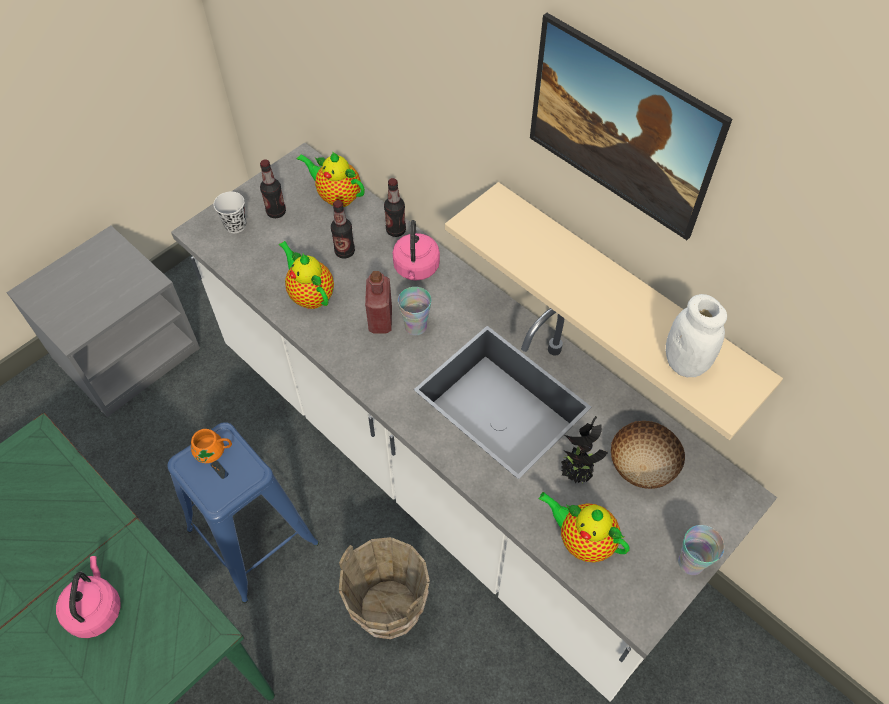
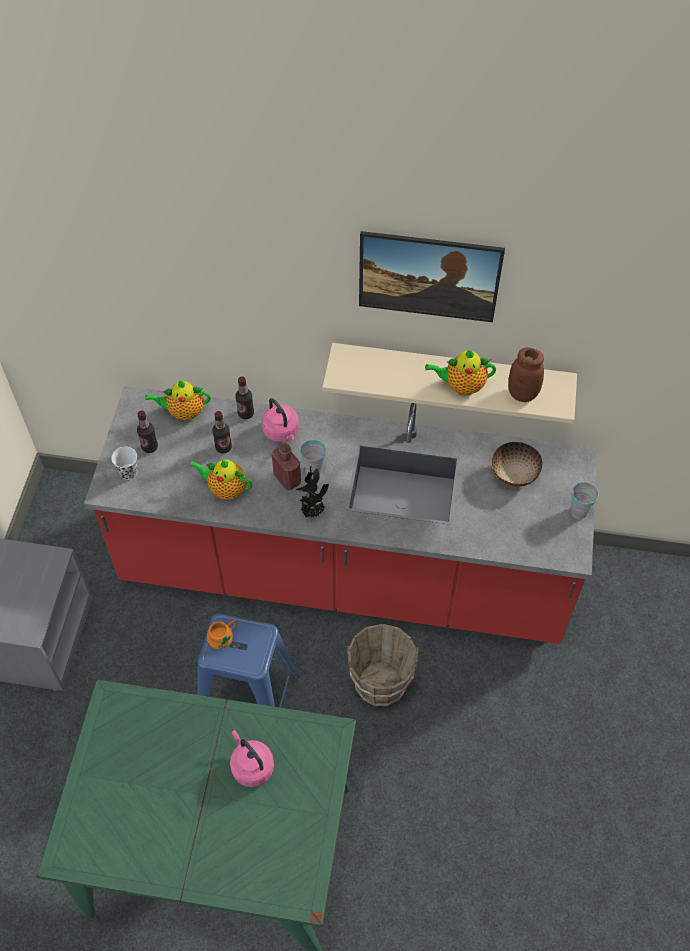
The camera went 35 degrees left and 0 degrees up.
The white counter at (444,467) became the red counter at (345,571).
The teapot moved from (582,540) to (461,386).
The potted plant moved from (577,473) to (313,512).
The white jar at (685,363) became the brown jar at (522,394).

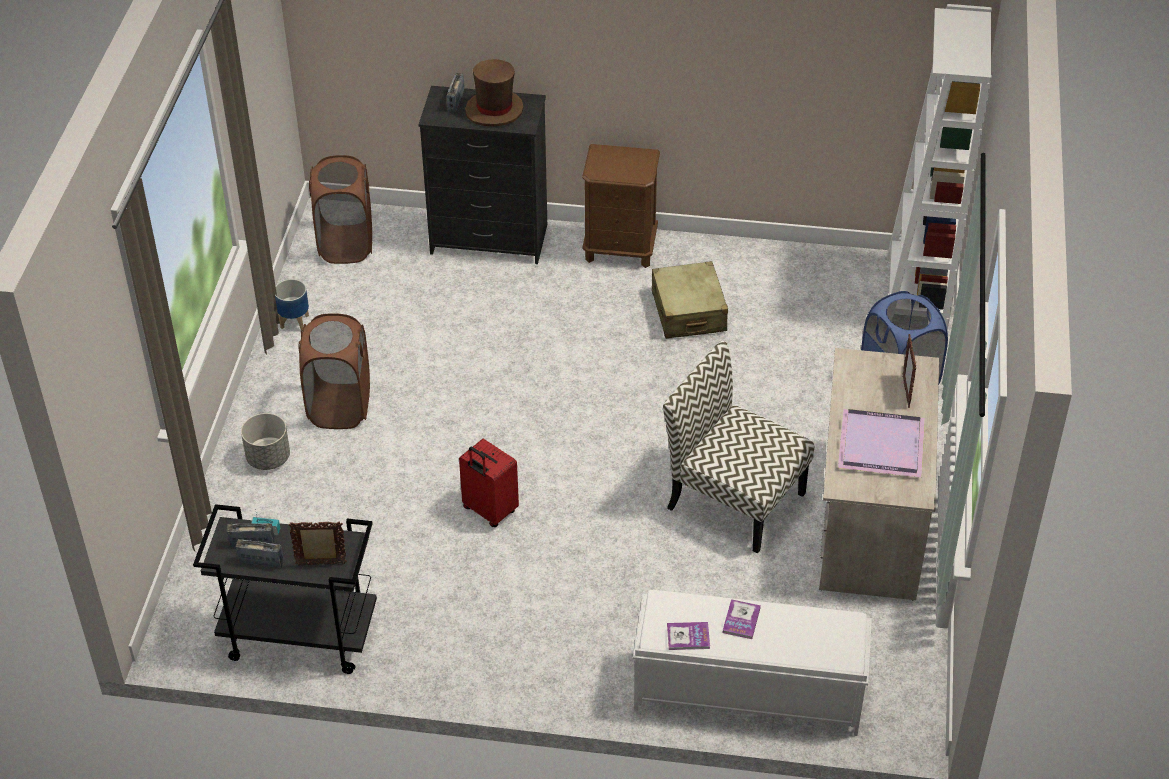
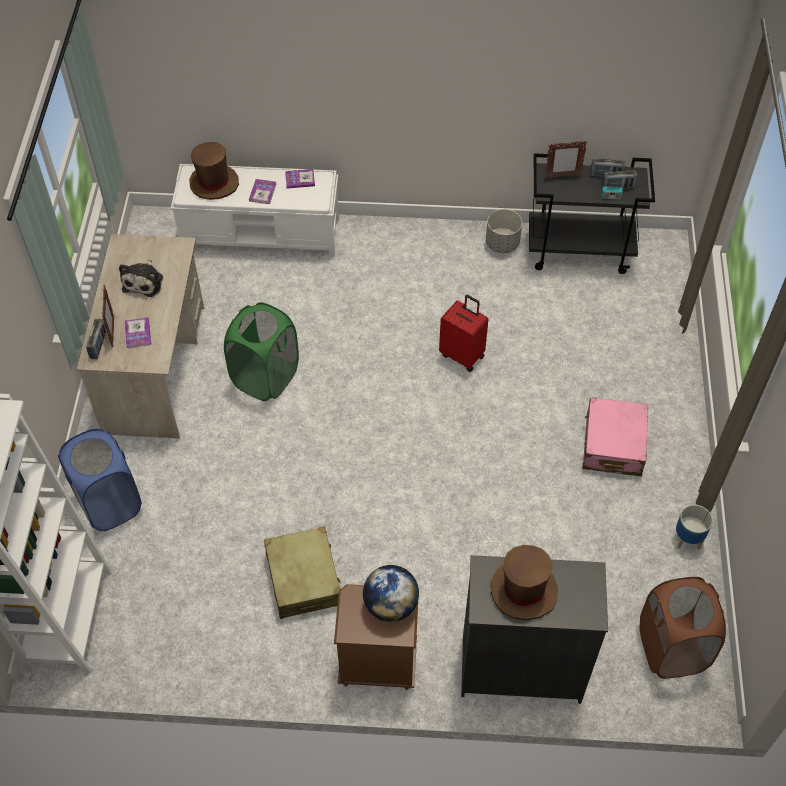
The camera went 175 degrees right and 10 degrees up.
The grey planter moved from (268,458) to (502,243).
The brown laundry basket at (339,407) was replaced by the pink suitcase at (613,445).
The radio moved from (456,101) to (98,345).
The chair at (733,500) was replaced by the green laundry basket at (265,377).
The purple tray at (879,446) was replaced by the plush toy at (144,281).
The book at (138,333) appeared.
The brown hat at (214,183) appeared.
The globe at (391,605) appeared.

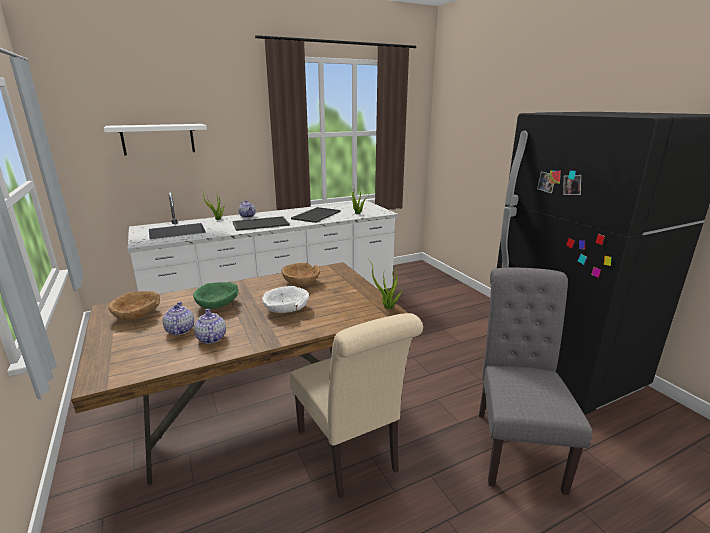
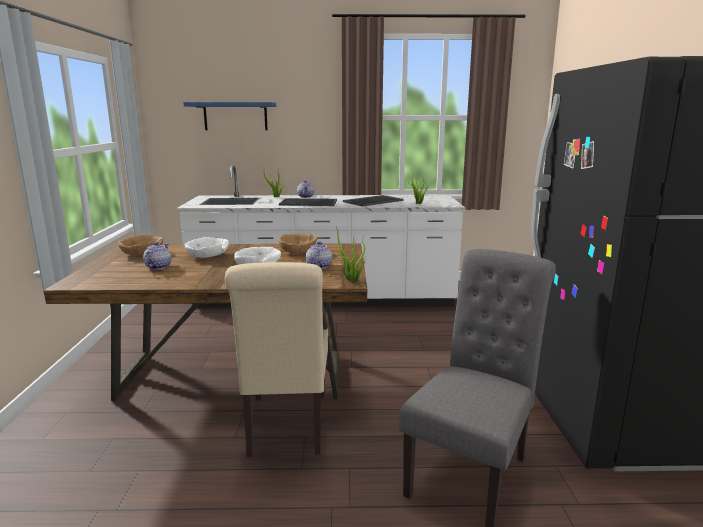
The camera went 25 degrees right and 5 degrees down.
The white shelf at (158,139) became the blue shelf at (235,116).
The green bowl at (217,304) became the white bowl at (207,256).
The teapot moved from (211,338) to (318,266).

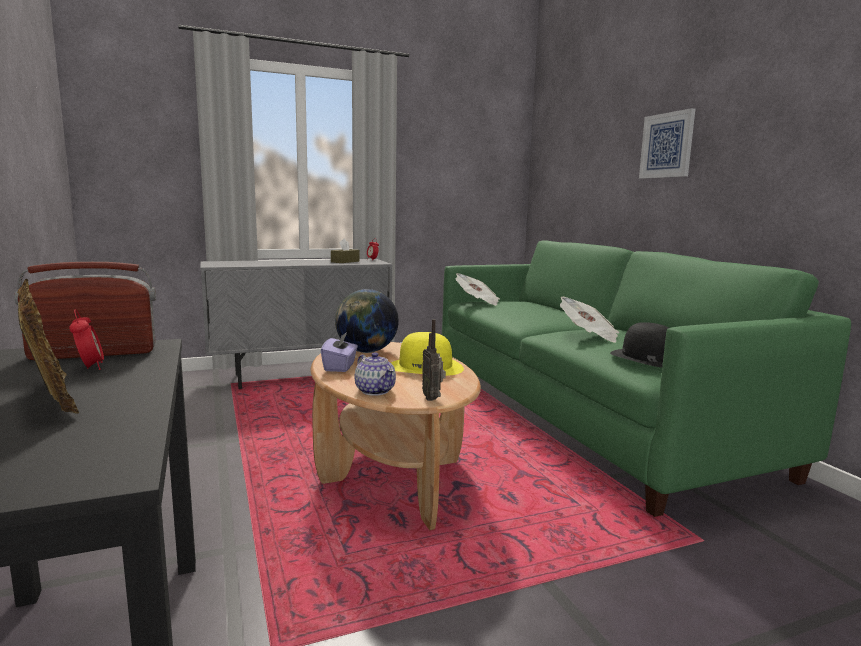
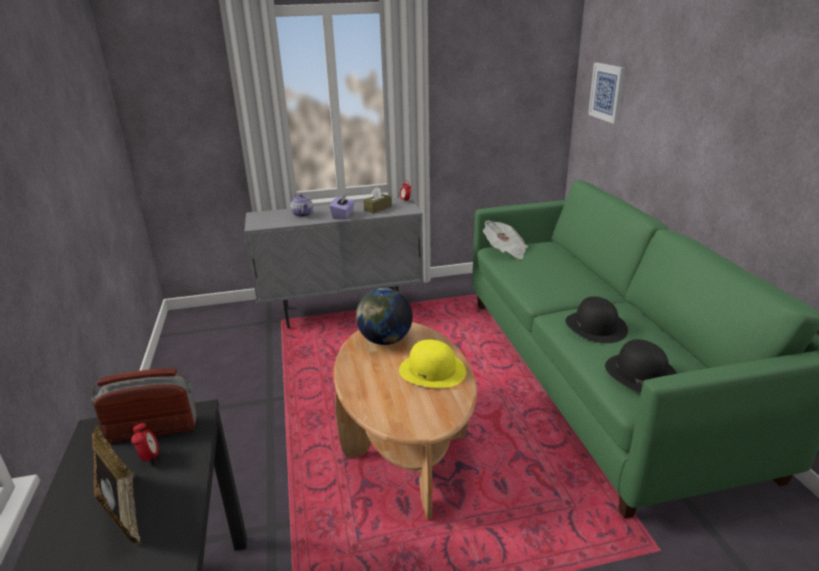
The camera went 10 degrees right and 15 degrees up.
The purple tissue box moved from (340,367) to (343,215).
The teapot moved from (375,391) to (302,214).
The radio at (433,398) disappeared.
The newspaper at (588,336) was replaced by the black hat at (596,326).
The picture moved from (667,145) to (607,92).

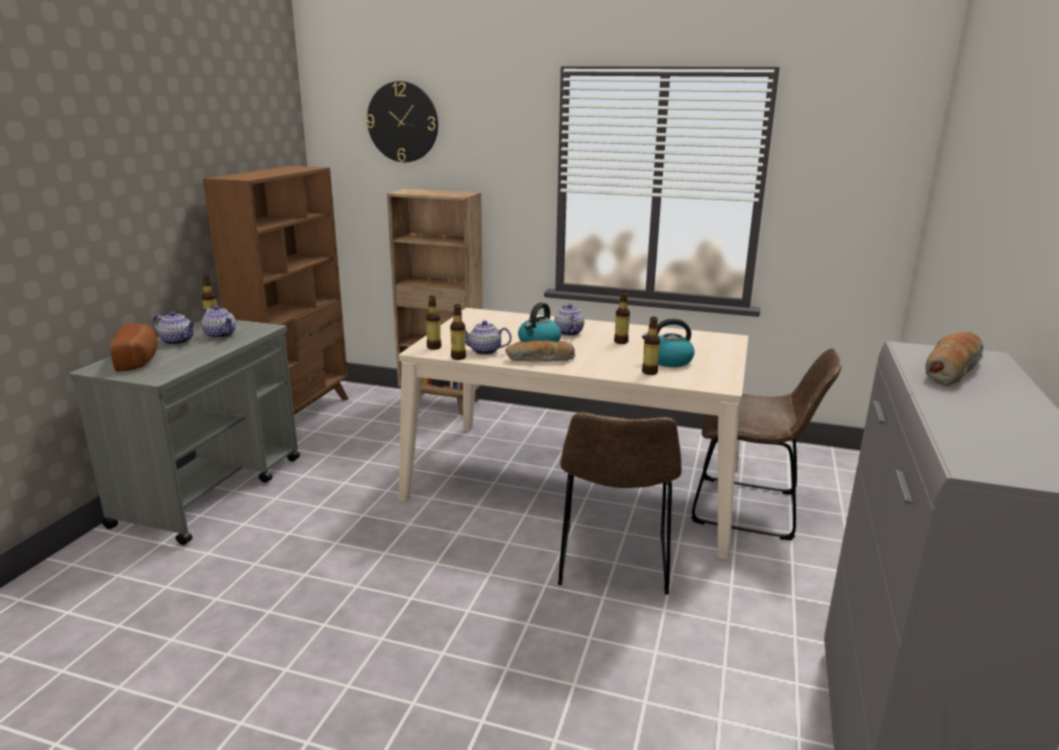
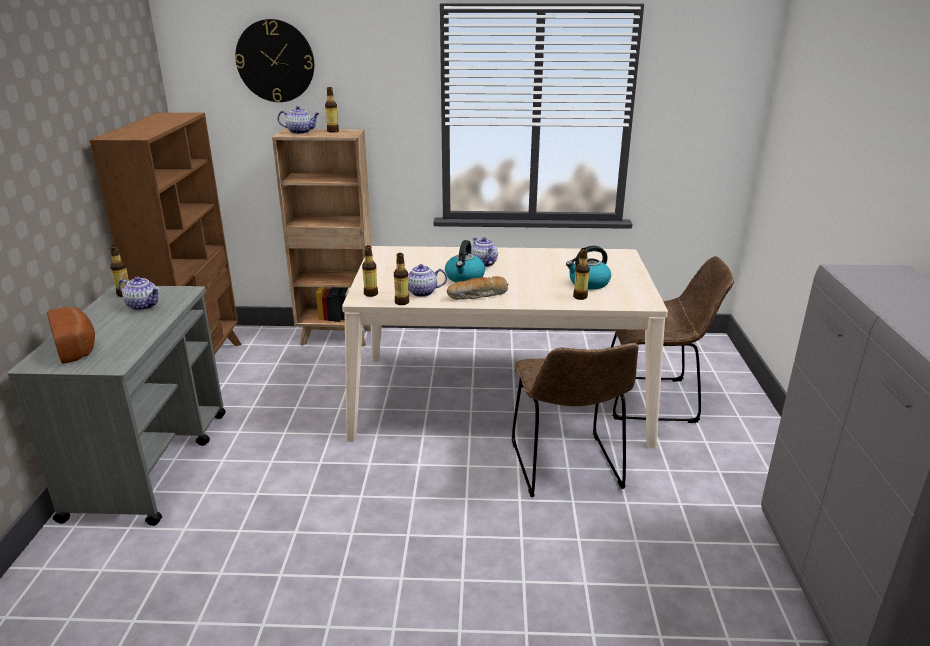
The camera went 15 degrees left and 5 degrees up.
The teapot moved from (178,341) to (300,132).
The bottle moved from (621,342) to (333,131).
The bread at (951,369) disappeared.

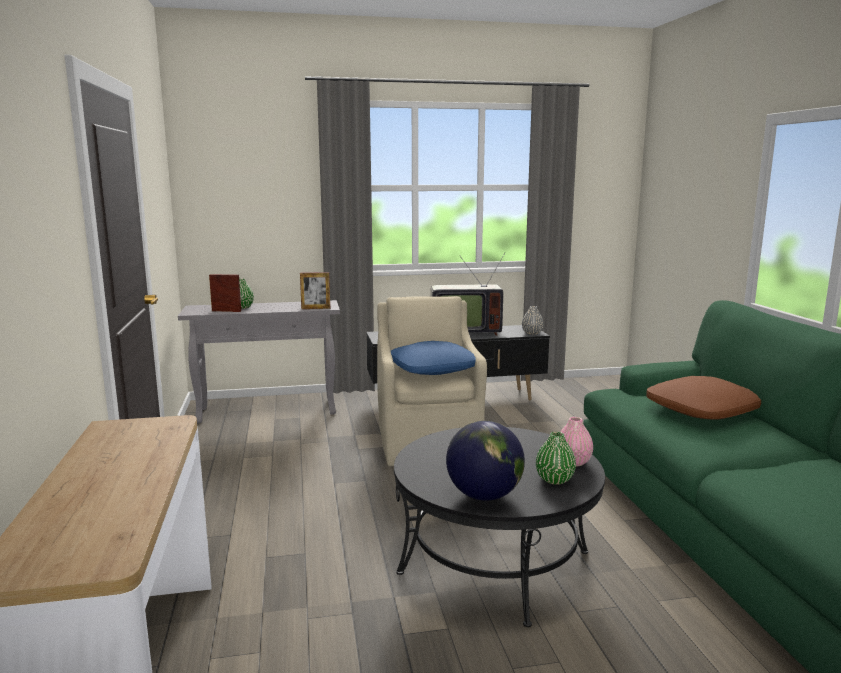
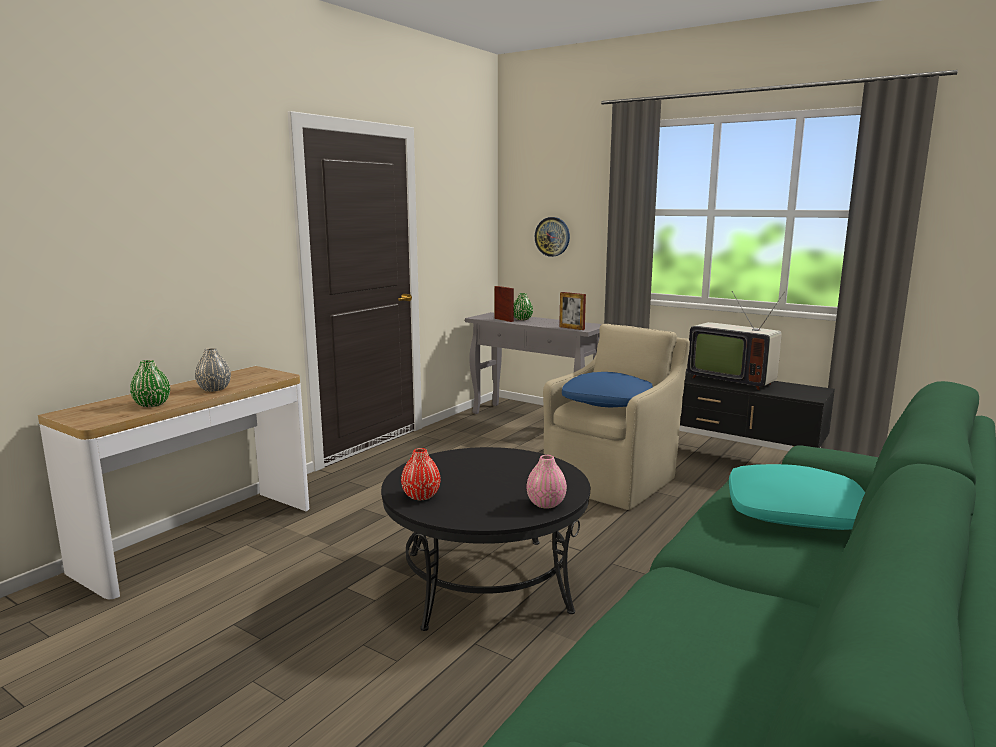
The camera went 45 degrees right and 0 degrees up.
The globe at (484,496) was replaced by the red vase at (421,496).
The grey vase moved from (532,333) to (214,389).
The green vase moved from (554,479) to (152,404).
The brown pillow at (702,410) became the turquoise pillow at (794,513).
The wall clock at (552,236) appeared.

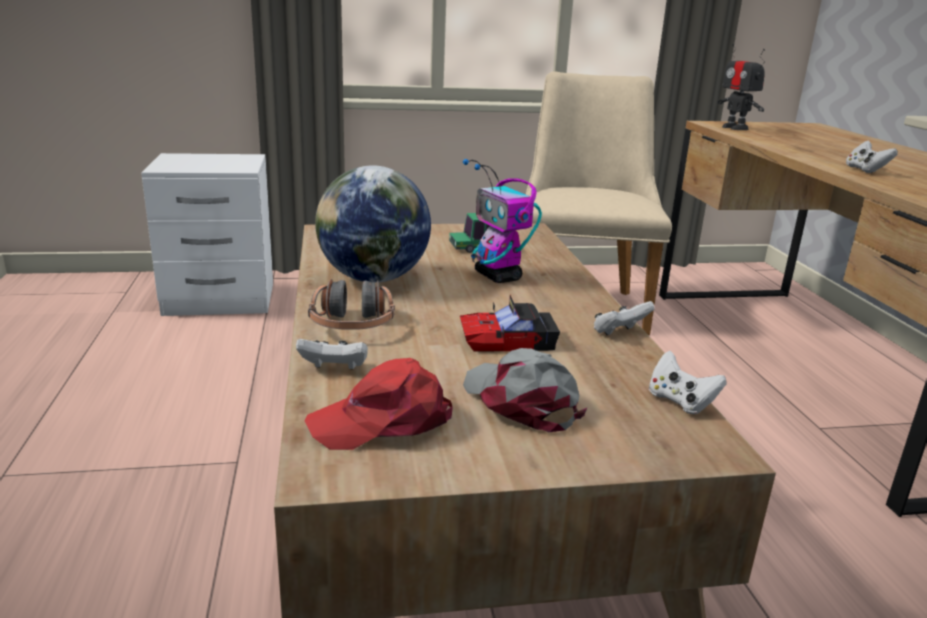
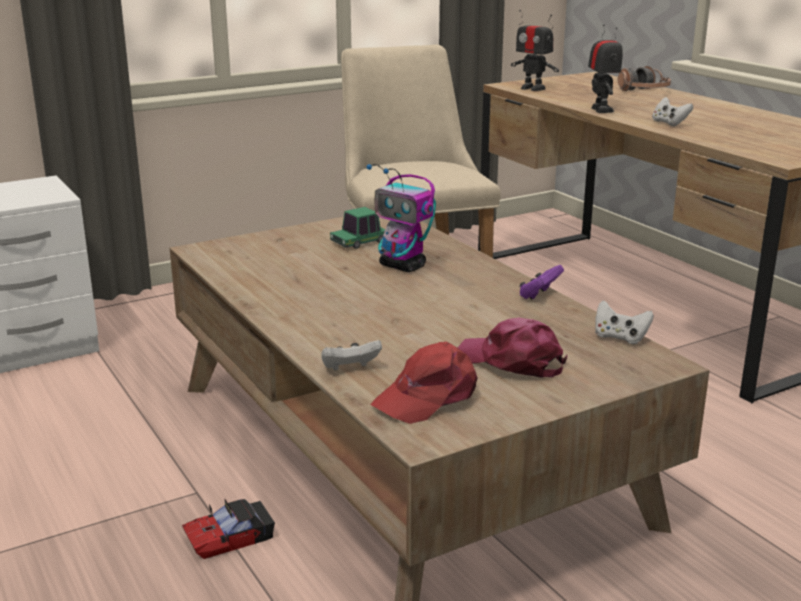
The camera went 20 degrees left and 0 degrees up.
The headphones moved from (352,325) to (643,92).
The globe at (373,279) disappeared.
The toy car moved from (508,340) to (229,537).
The grey cap at (521,401) became the pink cap at (512,361).
The white game controller at (619,333) became the purple game controller at (539,295).
The toy robot at (601,110) appeared.

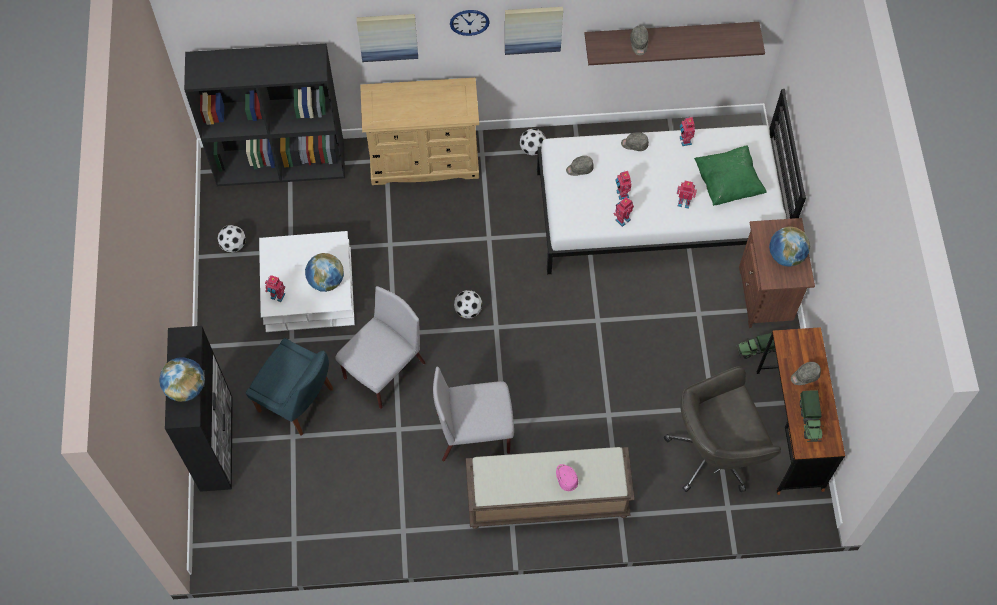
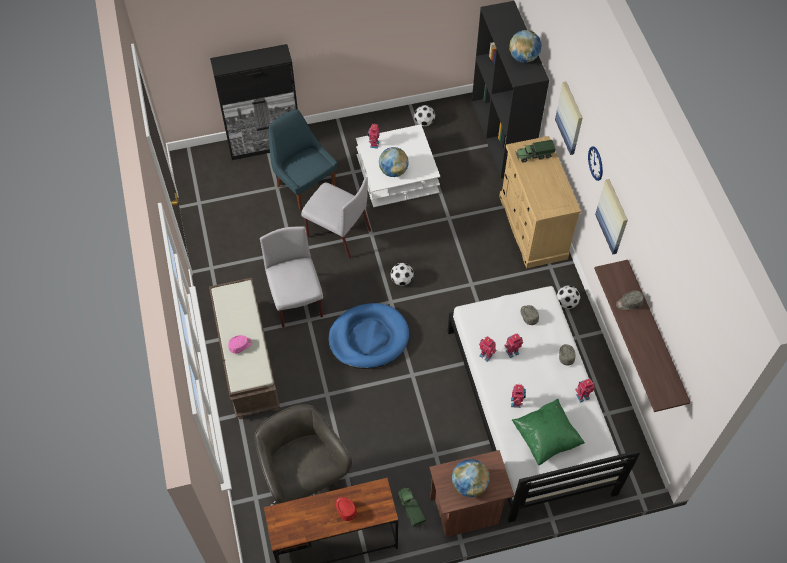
The camera went 80 degrees right and 5 degrees down.
The globe moved from (186,388) to (523,57).
The blue chair at (298,401) turned 120 degrees clockwise.
The grey cap at (804,376) became the red cap at (345,509).
The toy truck moved from (809,420) to (534,155).
The blue dog bed at (368,338) appeared.

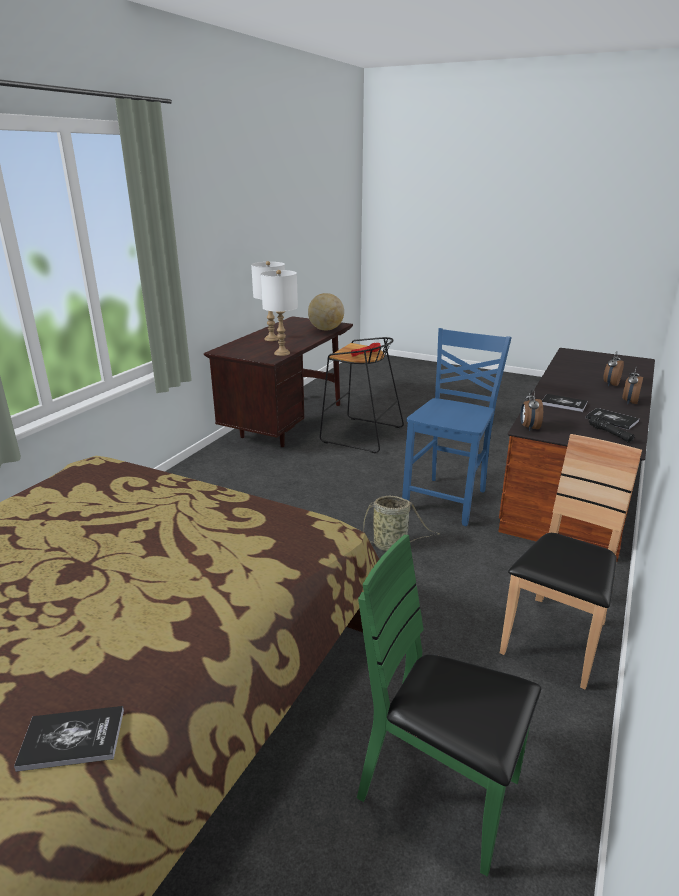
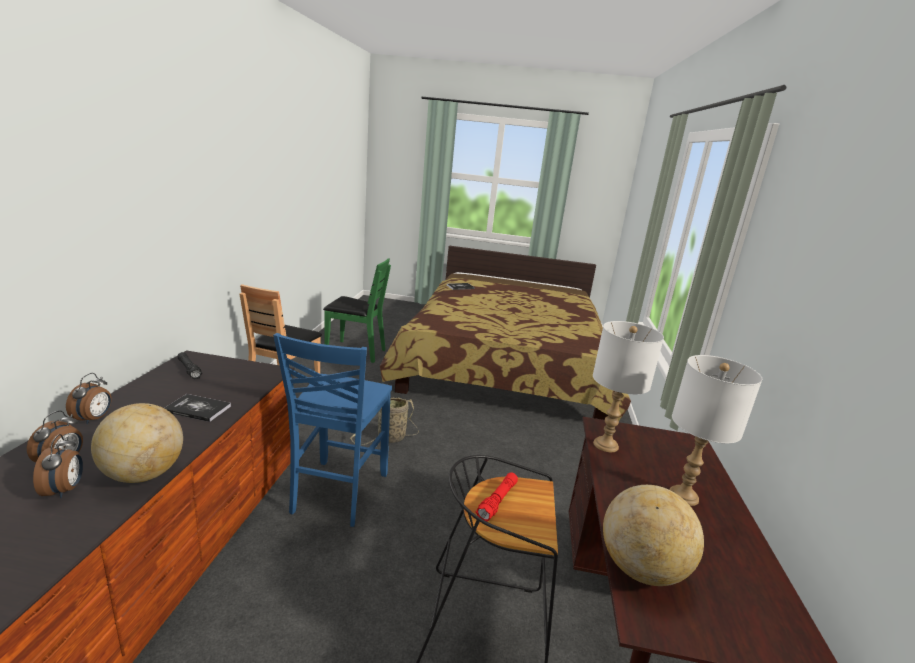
The camera went 160 degrees right and 5 degrees down.
The alarm clock moved from (529,427) to (65,490).
The book at (611,420) disappeared.
The globe at (143,474) appeared.

